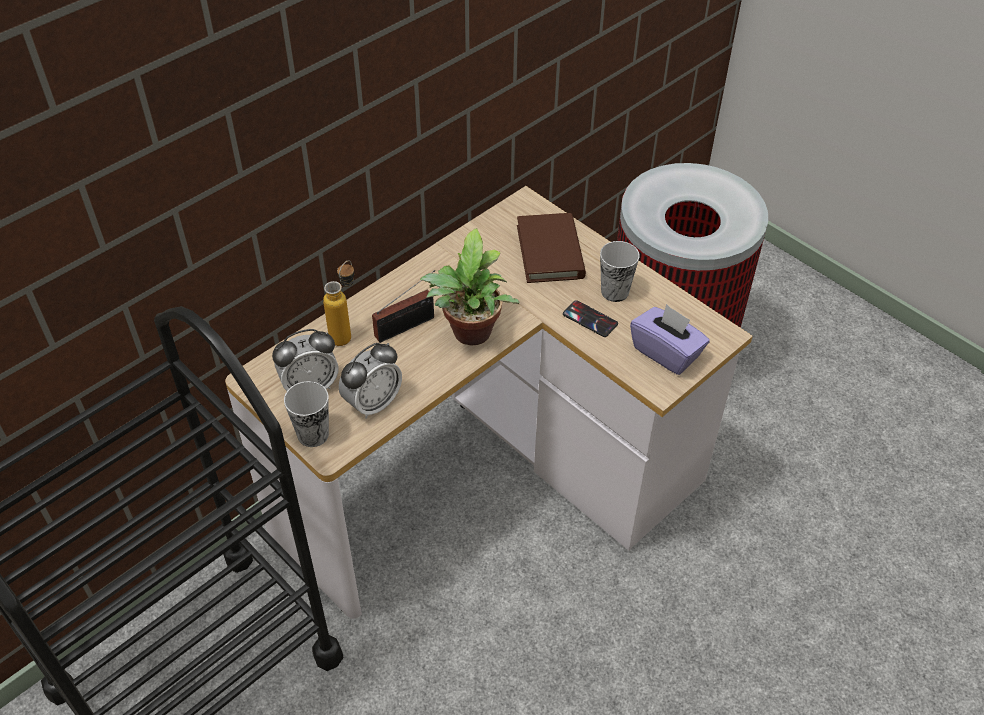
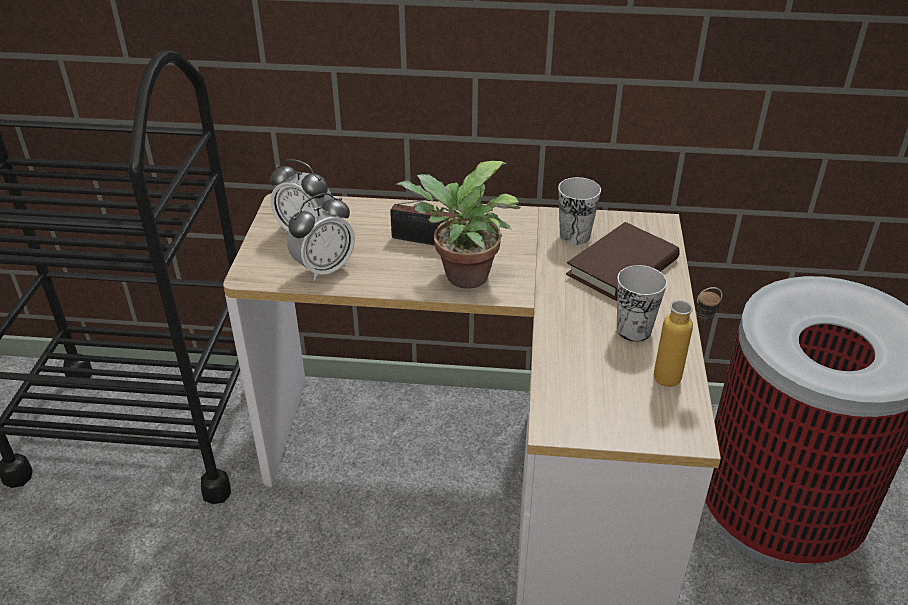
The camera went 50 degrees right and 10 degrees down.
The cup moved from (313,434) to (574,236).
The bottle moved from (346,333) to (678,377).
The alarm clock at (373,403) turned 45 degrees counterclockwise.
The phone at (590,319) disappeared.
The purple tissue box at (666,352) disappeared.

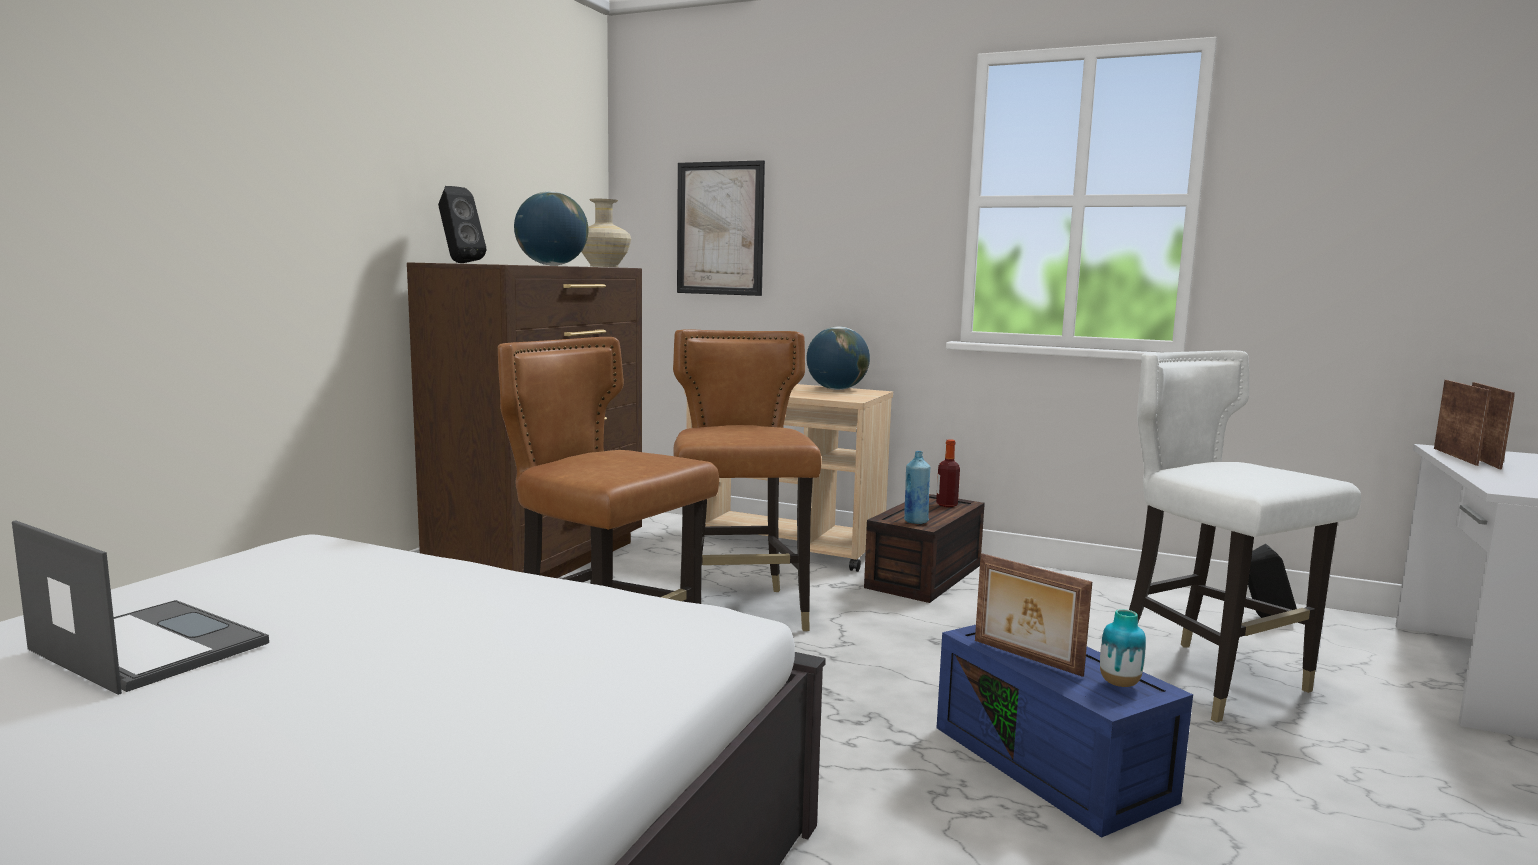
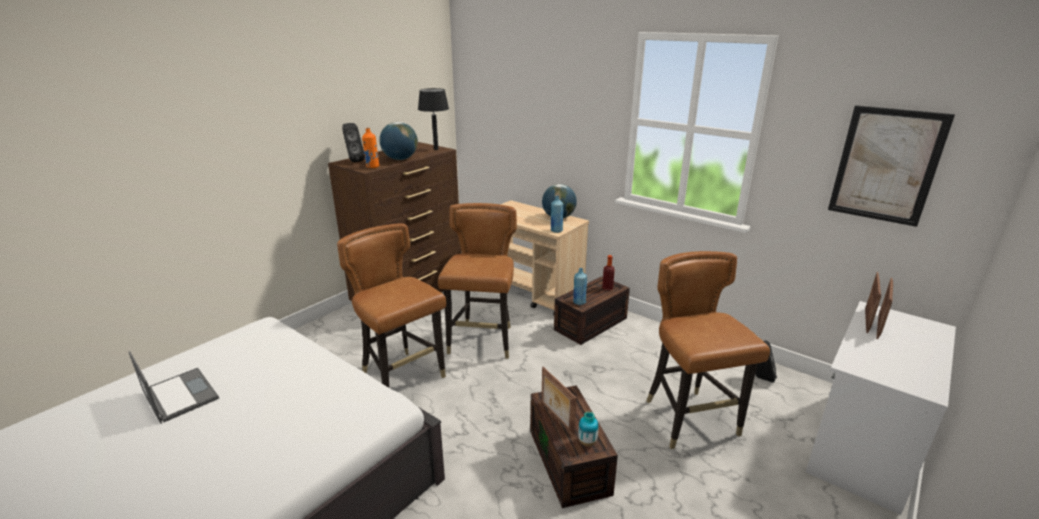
The camera went 15 degrees right and 15 degrees up.
The beige vase at (604,266) was replaced by the black table lamp at (436,149).
The picture moved from (720,228) to (886,165).
The blue storage box at (1055,763) became the brown storage box at (571,462).
The white chair at (1209,680) became the brown chair at (690,420).
The orange bottle at (372,167) appeared.
The blue bottle at (556,230) appeared.

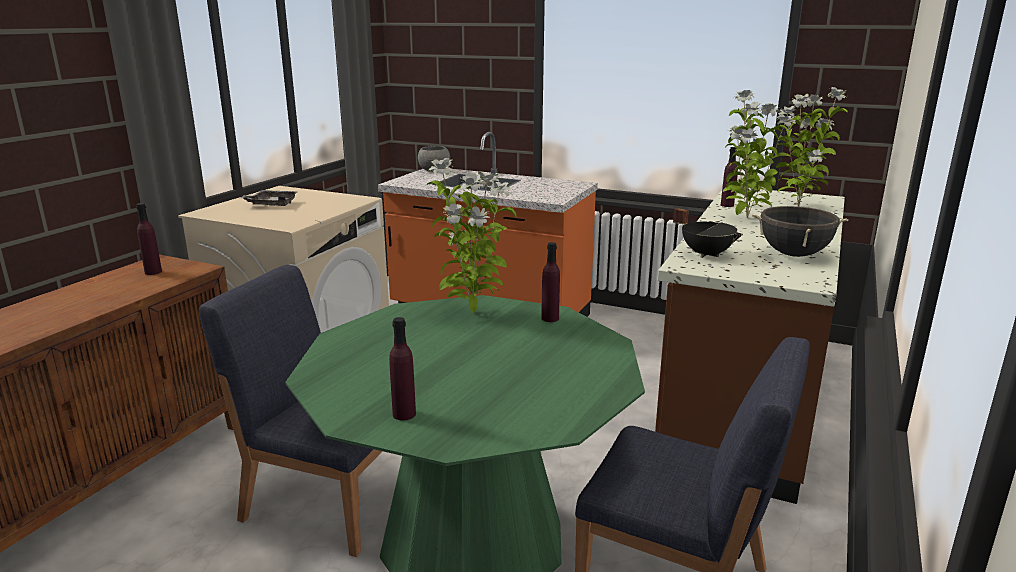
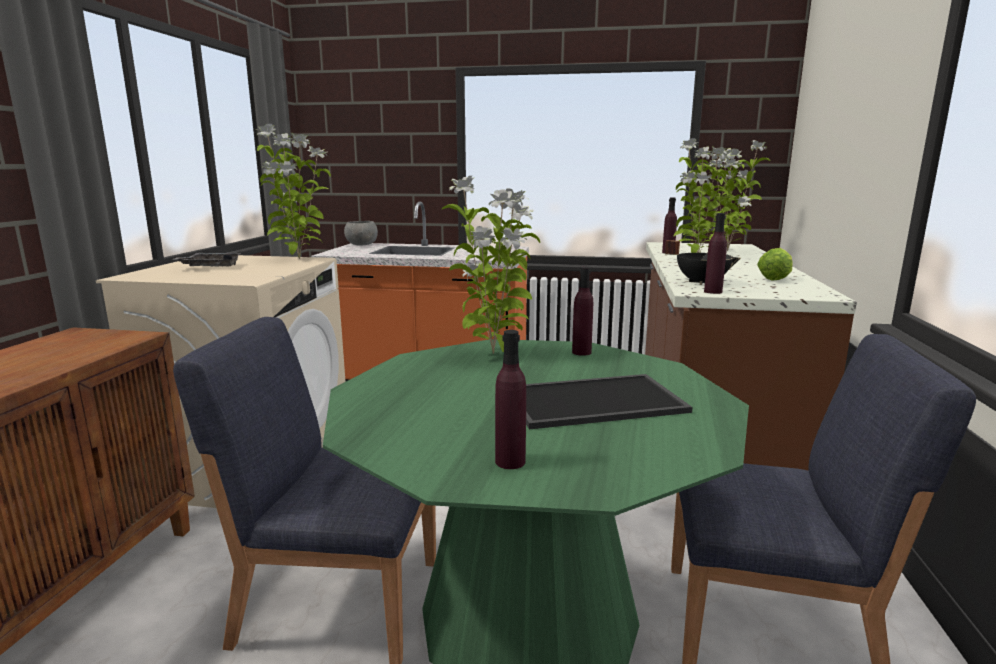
The camera went 15 degrees left and 5 degrees down.
The purple bottle moved from (153,272) to (713,291).
The black cooking pot at (793,254) was replaced by the lettuce at (775,278).
The potted plant at (298,259) appeared.
The tray at (592,402) appeared.

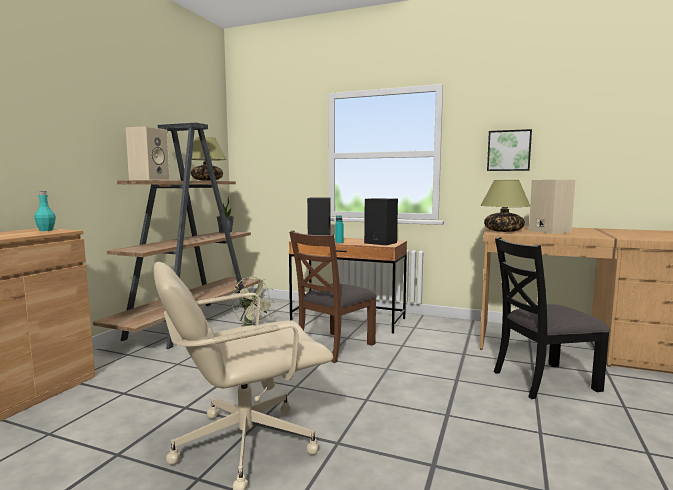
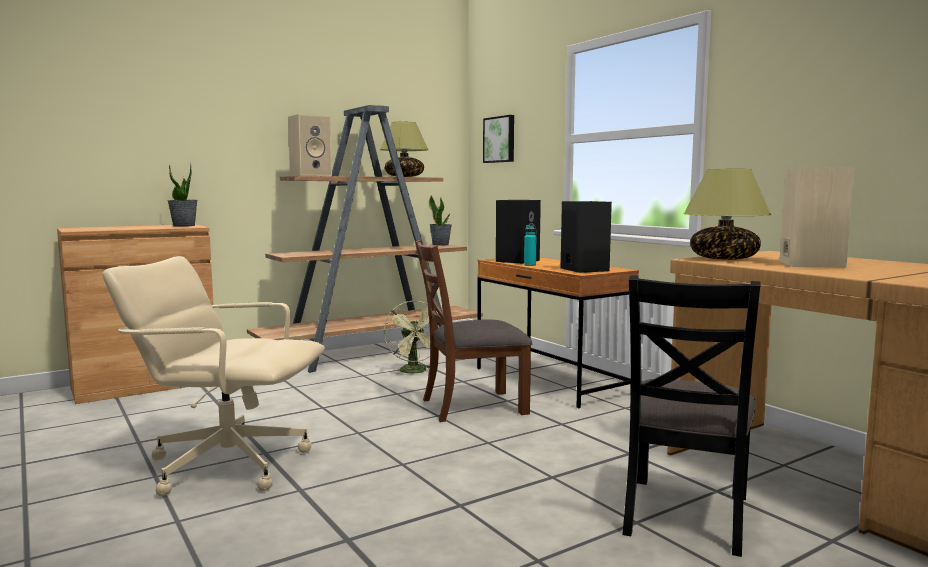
The camera went 35 degrees right and 0 degrees up.
The turquoise bottle at (46,230) was replaced by the potted plant at (184,226).
The picture moved from (508,150) to (500,139).
The black chair at (543,380) turned 90 degrees counterclockwise.

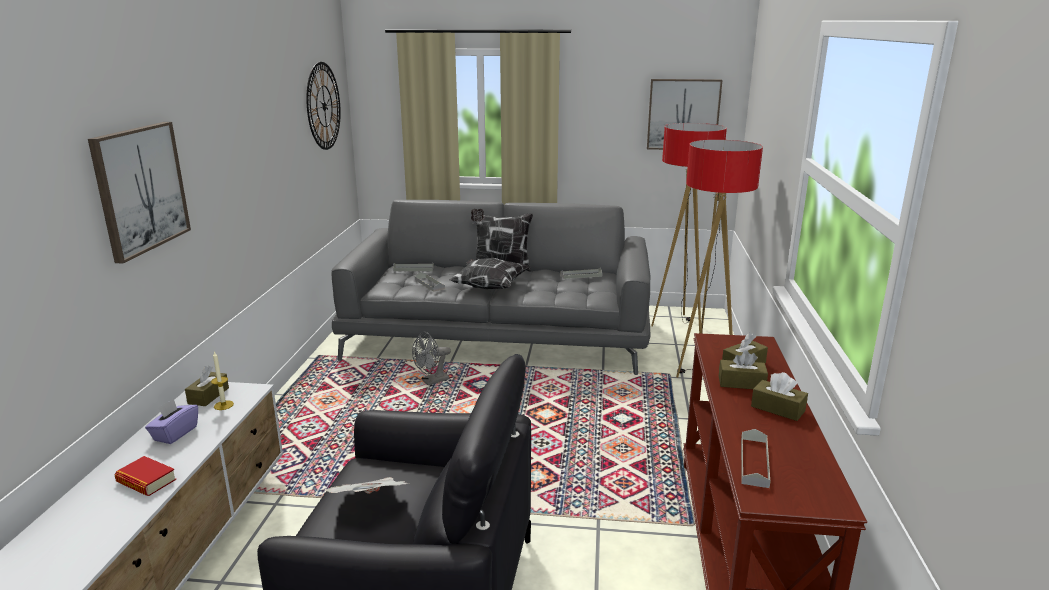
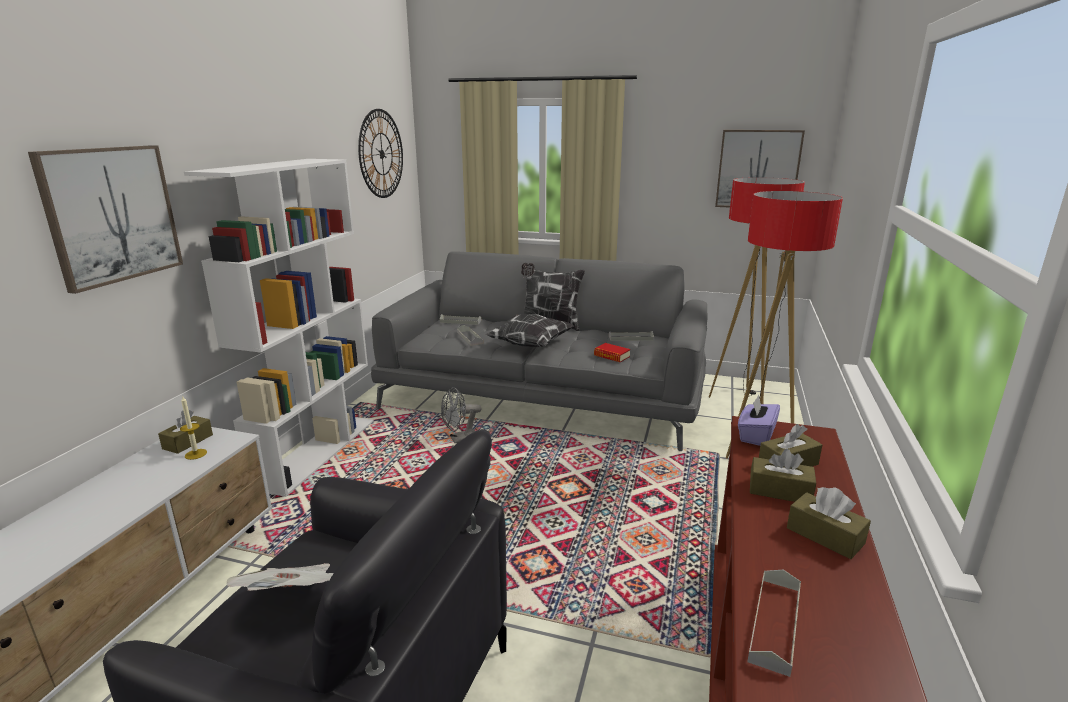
The camera went 10 degrees right and 0 degrees up.
The book moved from (146,481) to (611,356).
The purple tissue box moved from (175,433) to (756,435).
The white bookcase at (316,452) appeared.

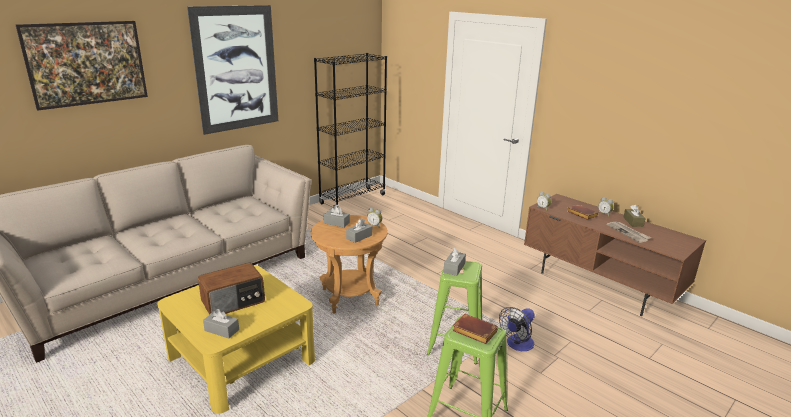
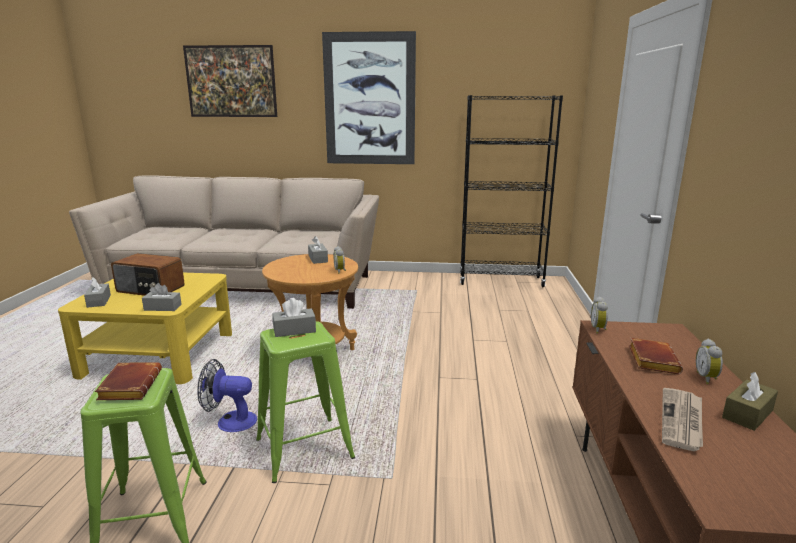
The camera went 50 degrees right and 5 degrees down.
The grey tissue box moved from (359,237) to (162,307).
The fan moved from (517,345) to (230,421).

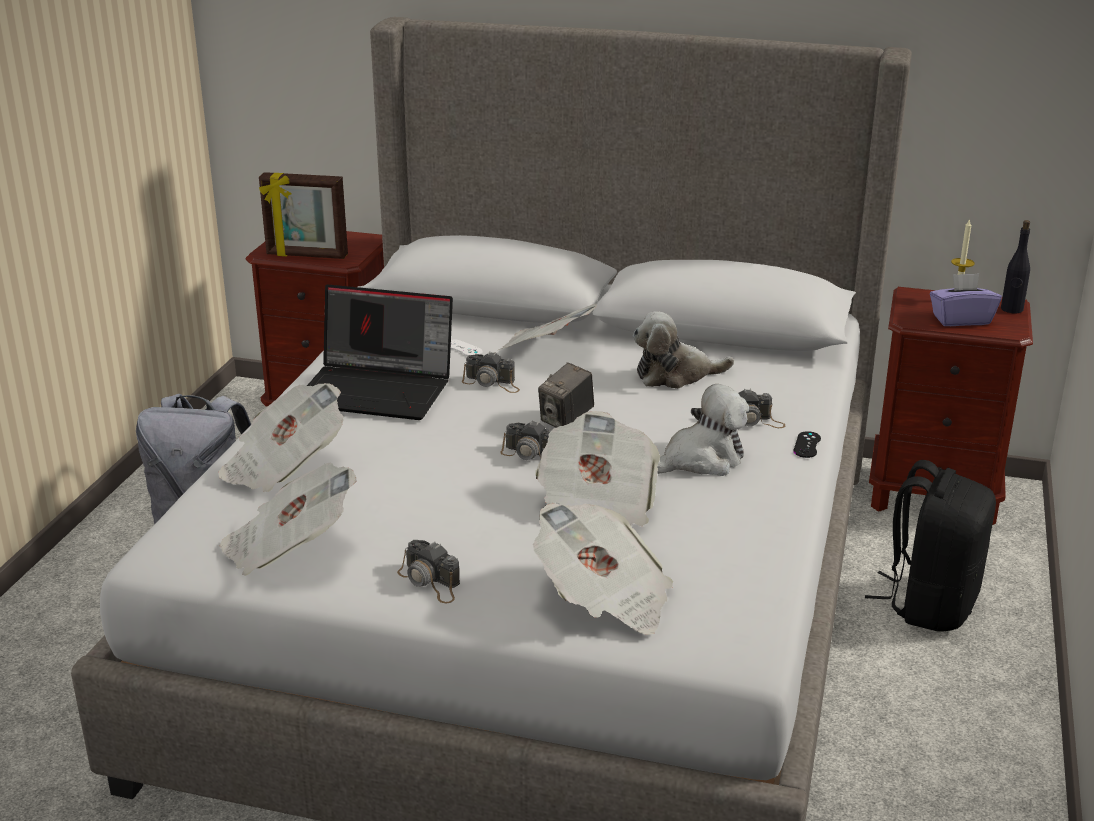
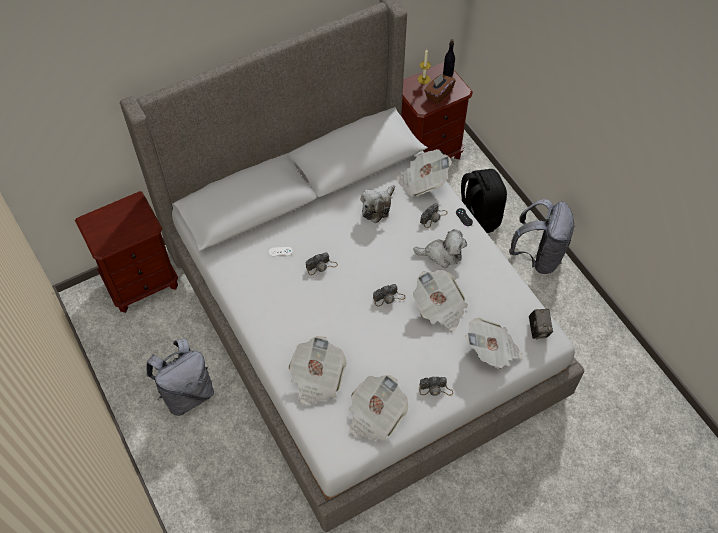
The camera went 45 degrees left and 30 degrees up.
The picture frame at (306,255) disappeared.
The laptop at (378,390) disappeared.
The newspaper moved from (547,352) to (422,181).
The photo camera moved from (566,420) to (538,330).
The plush toy at (700,460) turned 75 degrees clockwise.
The purple tissue box at (961,320) became the brown tissue box at (438,94).
The grey backpack at (538,256) appeared.

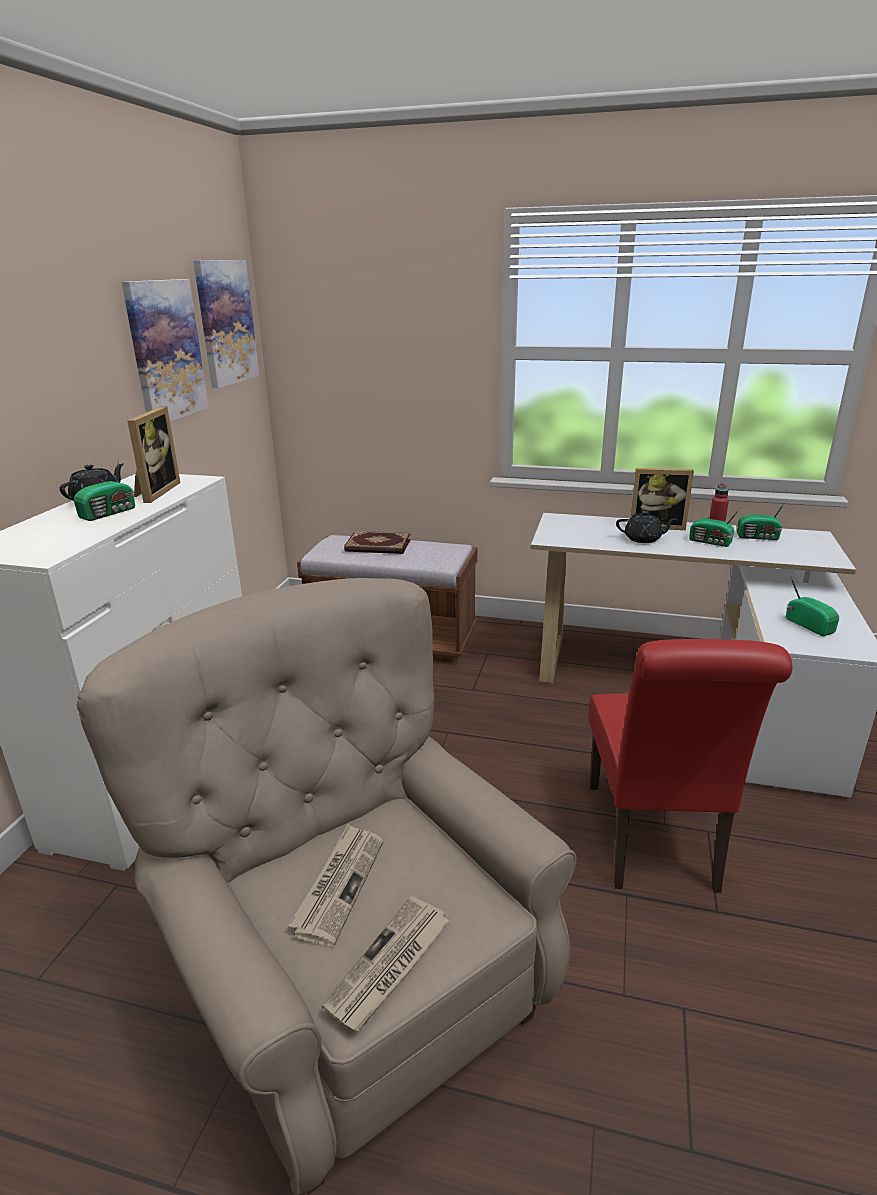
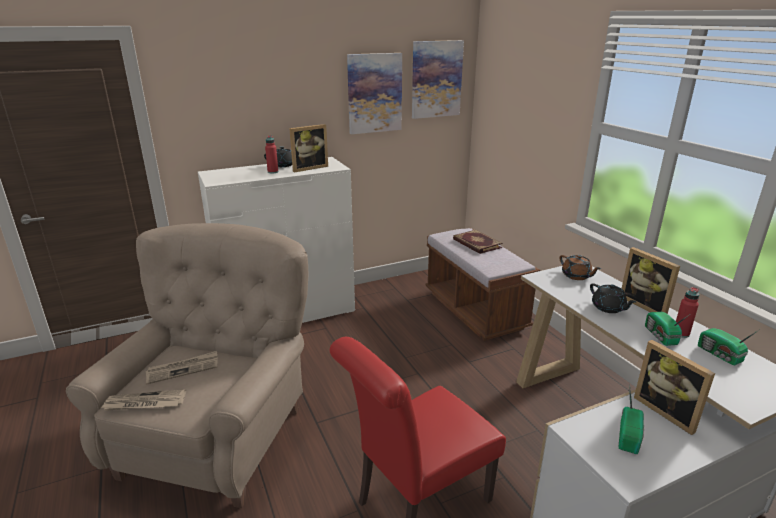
The camera went 50 degrees right and 0 degrees up.
The radio at (110,513) was replaced by the red bottle at (273,172).
The brown teapot at (576,276) appeared.
The picture frame at (667,411) appeared.

